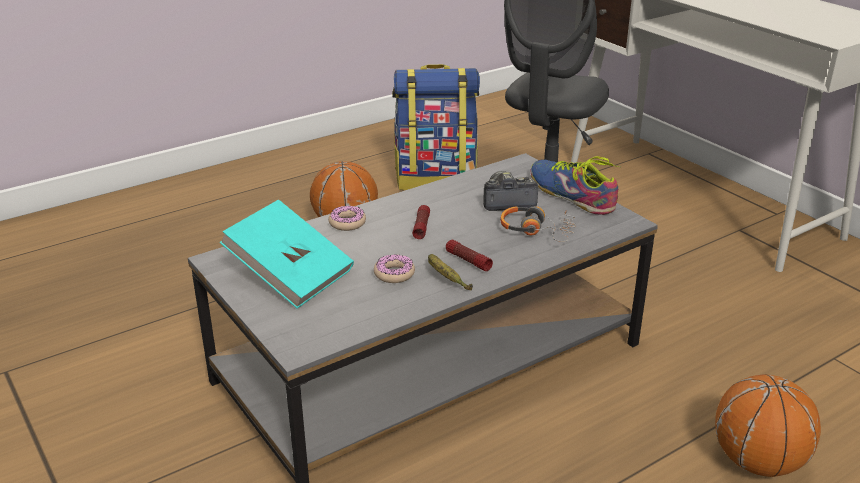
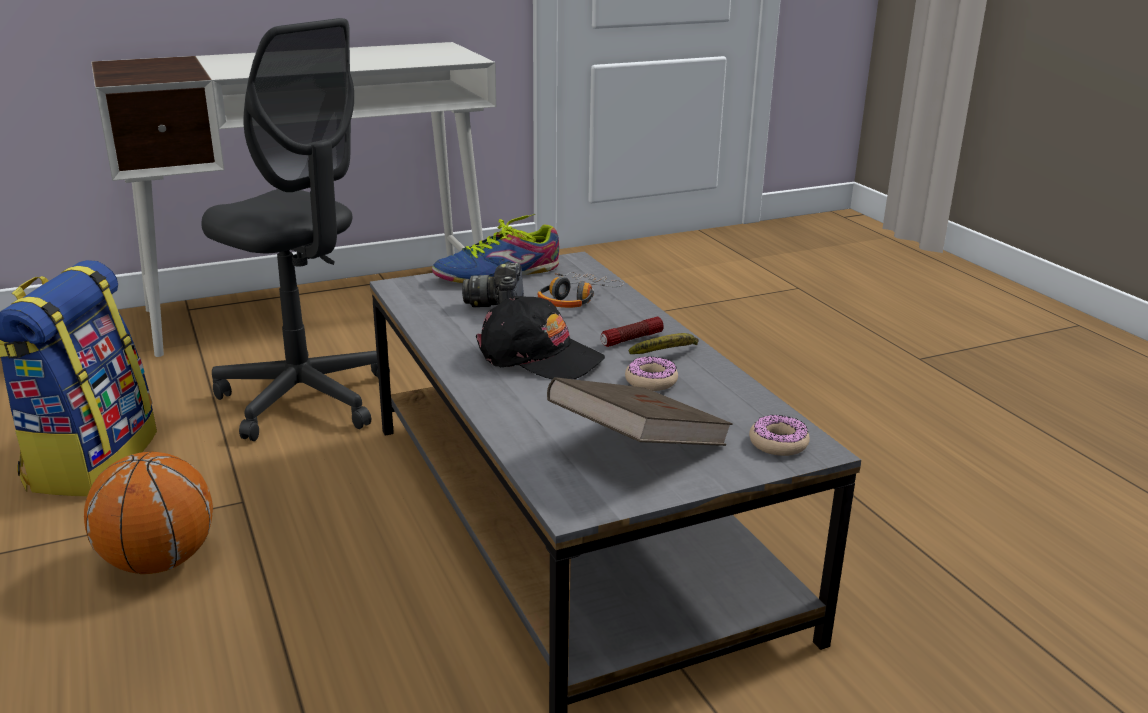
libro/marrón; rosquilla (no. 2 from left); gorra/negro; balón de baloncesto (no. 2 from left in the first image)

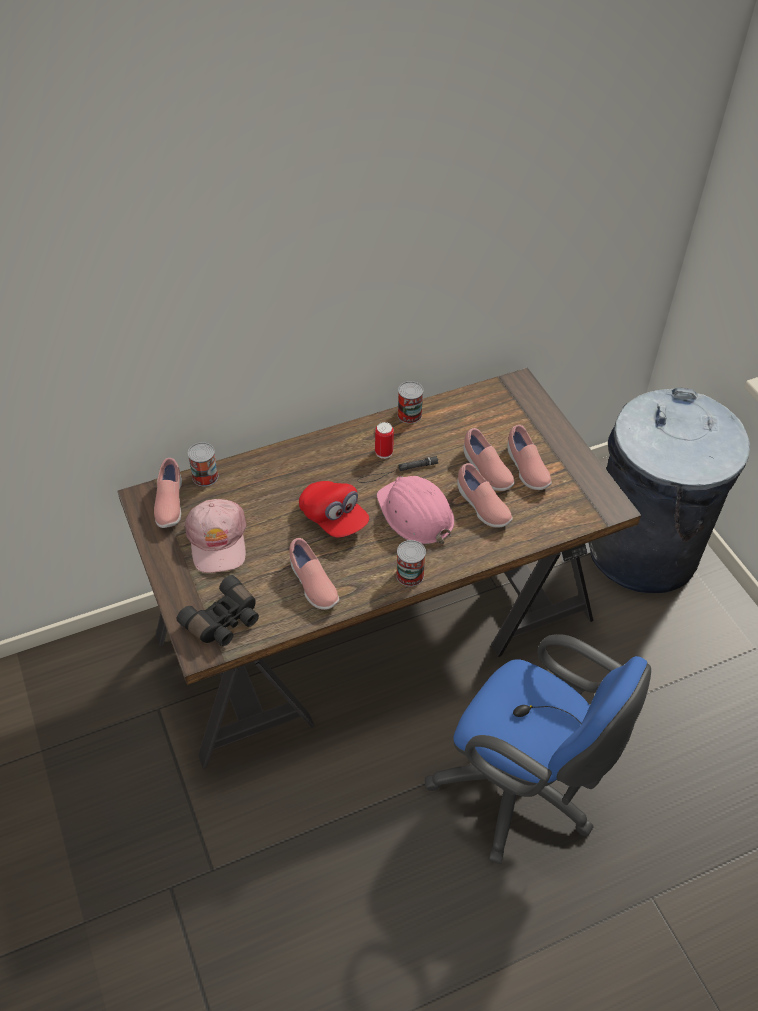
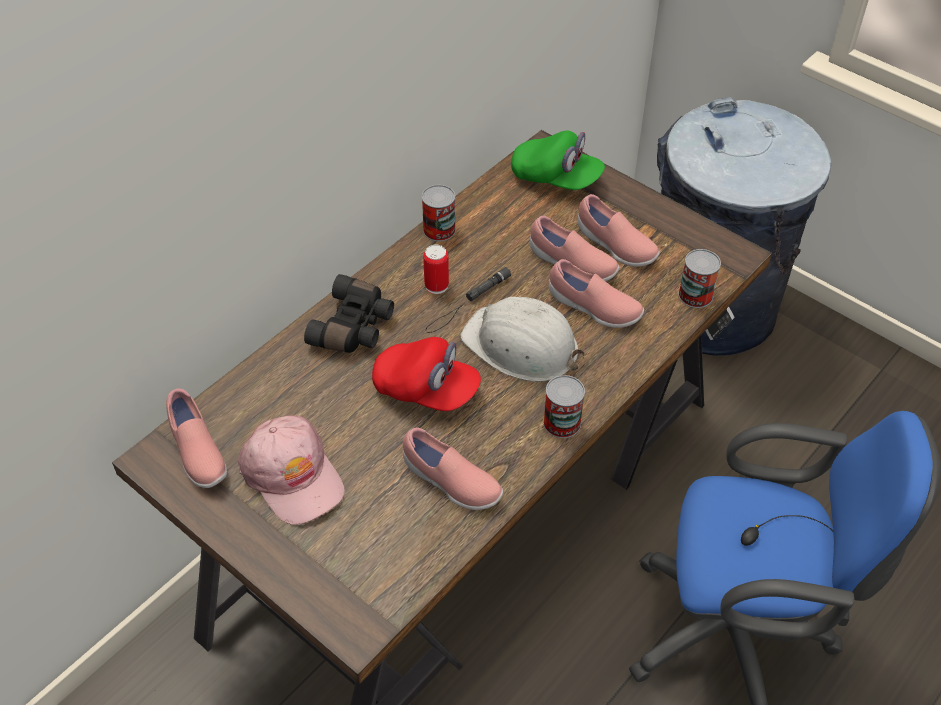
prismáticos/negro; lata (no. 4 from left); casco/blanco; gorra/verde

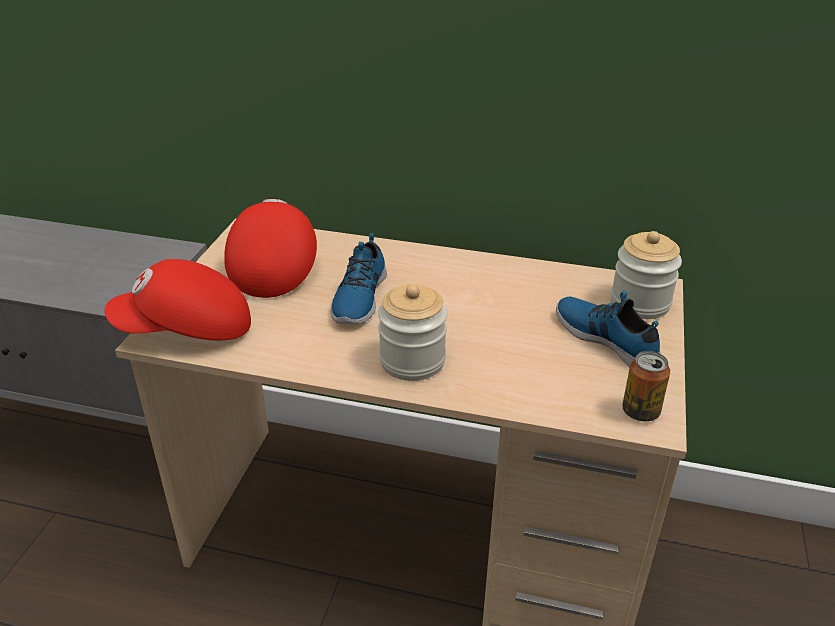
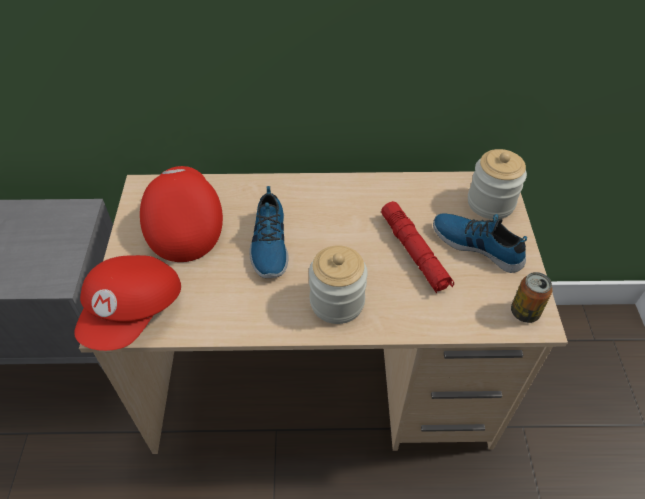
gorra/rojo (no. 1 from left); linterna/rojo

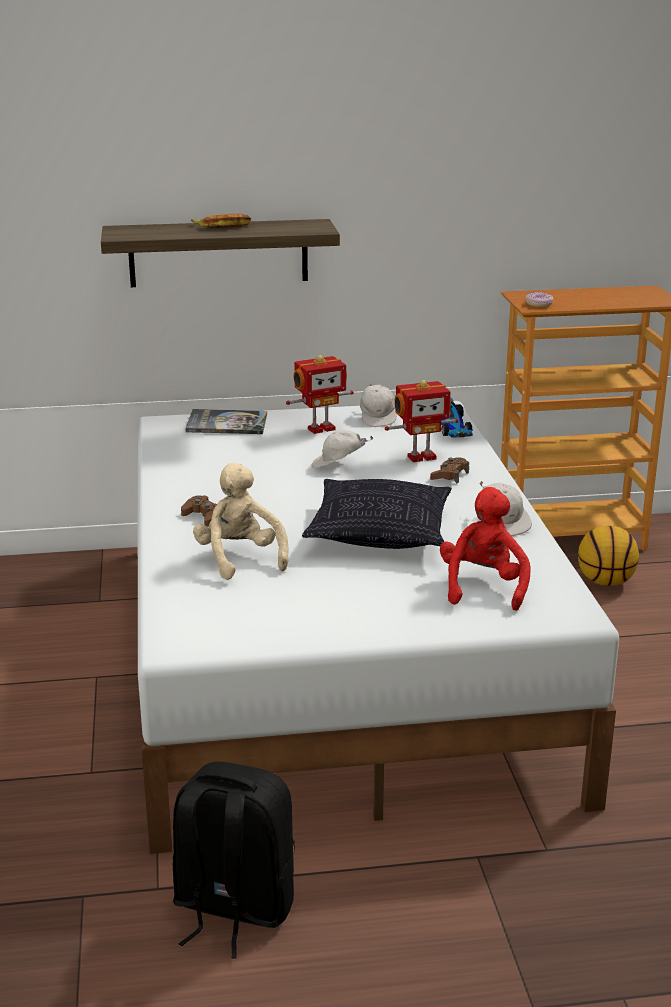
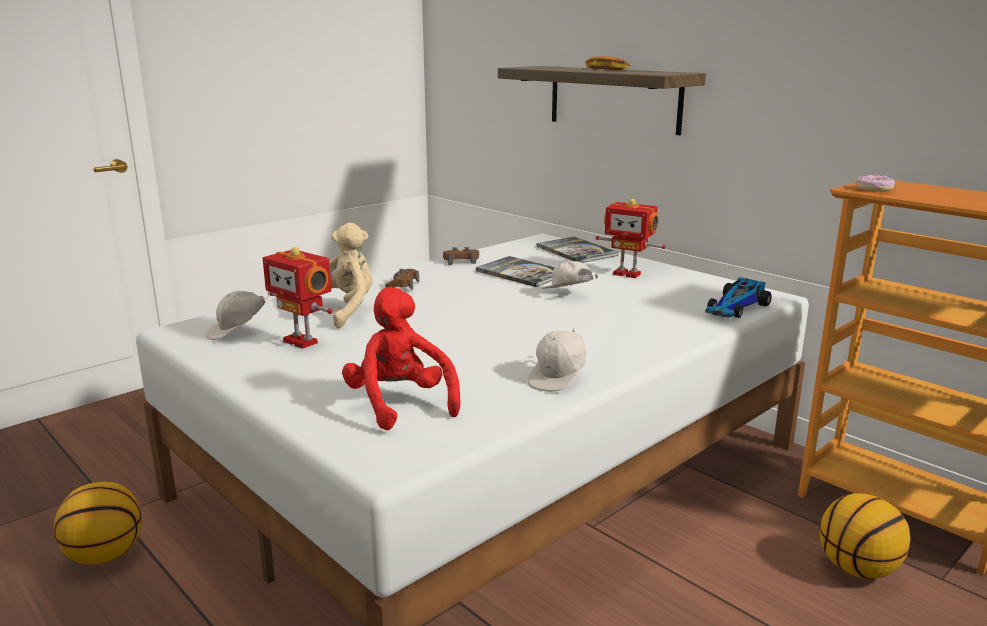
balón de baloncesto (no. 1 from left); cojín; gorra/blanco (no. 1 from left); robot de juguete (no. 1 from left); mando de consola/marrón (no. 2 from left); peluche/rojo; libro (no. 1 from left)

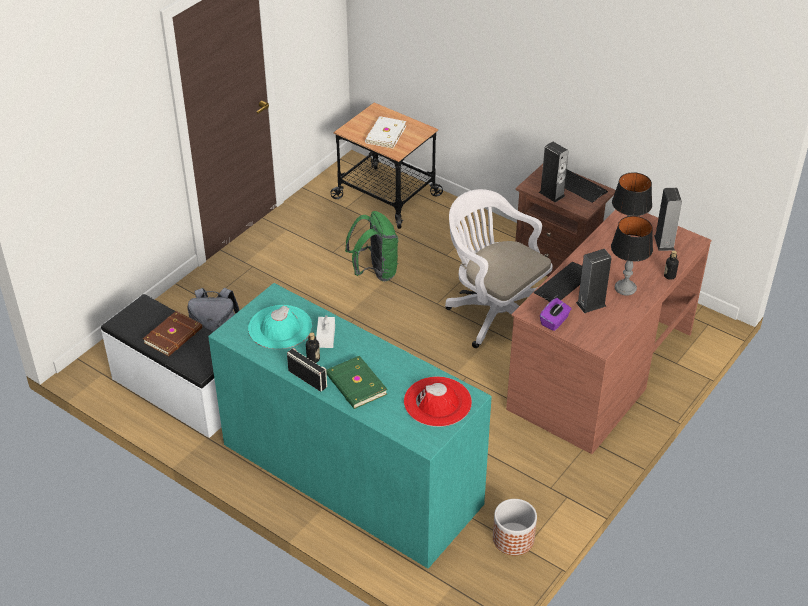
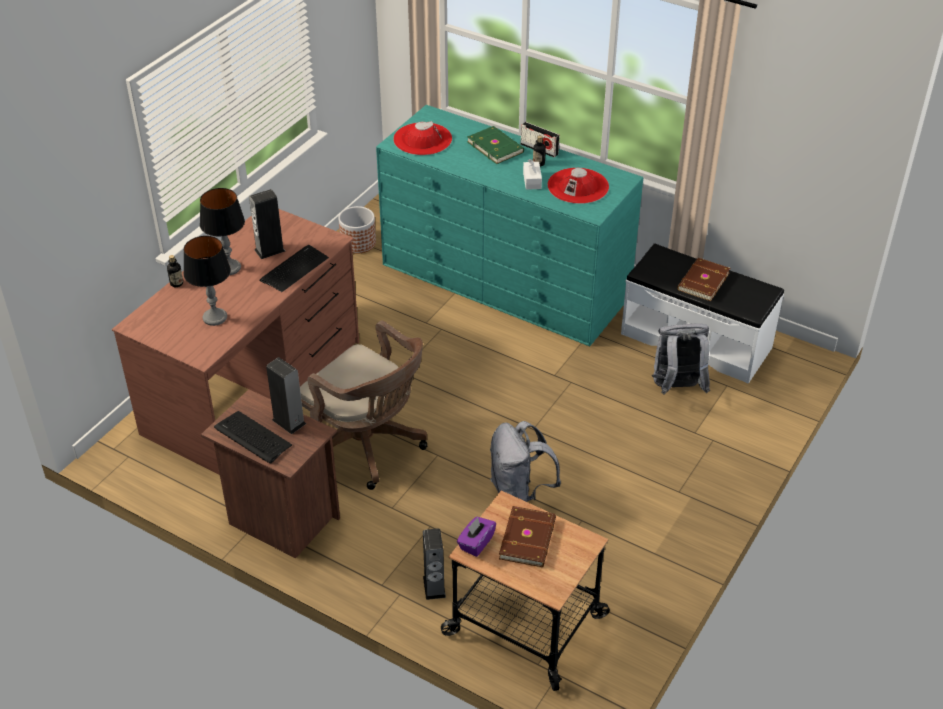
sombrero/rojo (no. 2 from left); mochila/gris (no. 1 from left); libro/marrón (no. 1 from left); silla de oficina/marrón; caja de pañuelos/morado; altavoz (no. 3 from left)

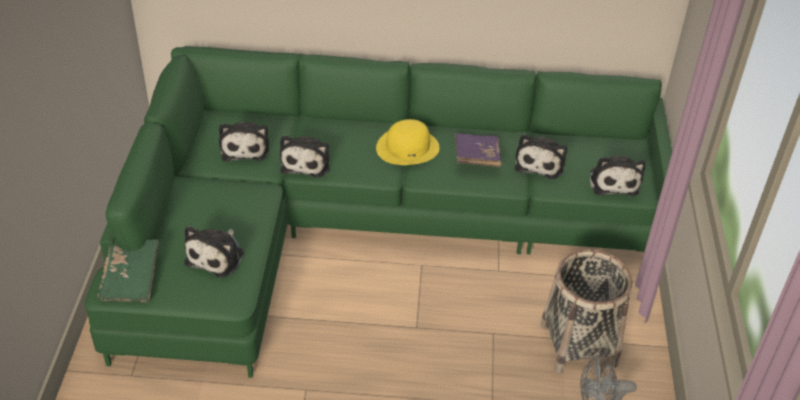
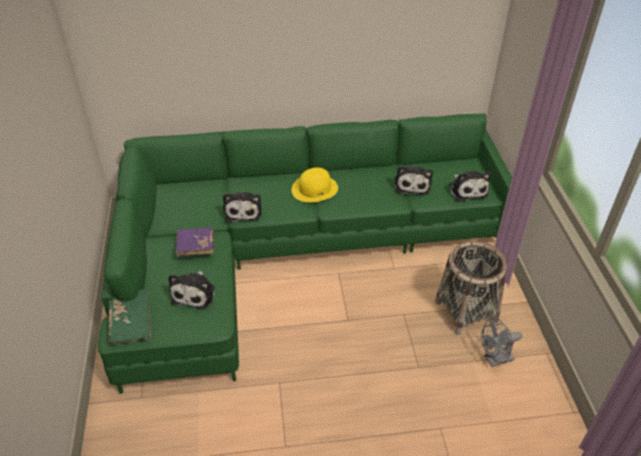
peluche (no. 2 from left in the first image); libro/morado

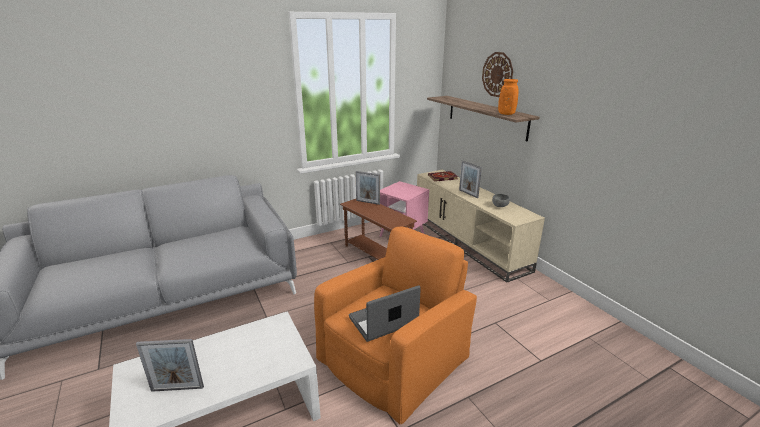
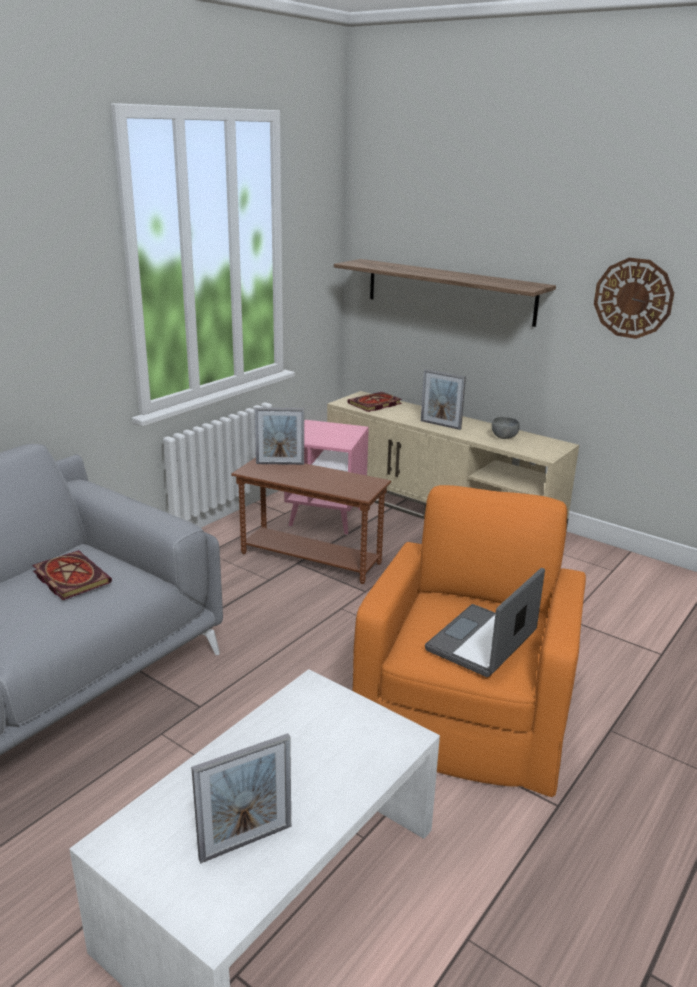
reloj de pared; florero/naranja; libro (no. 1 from left)

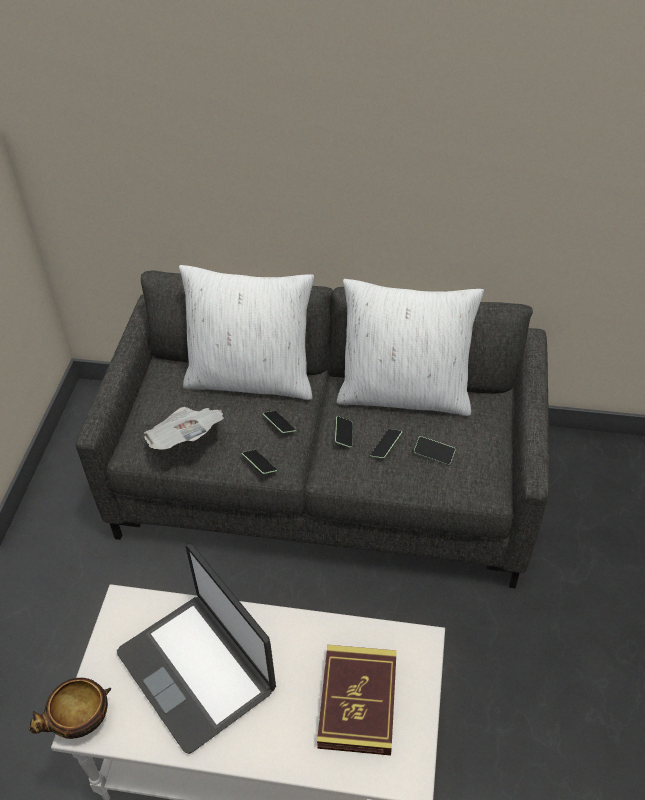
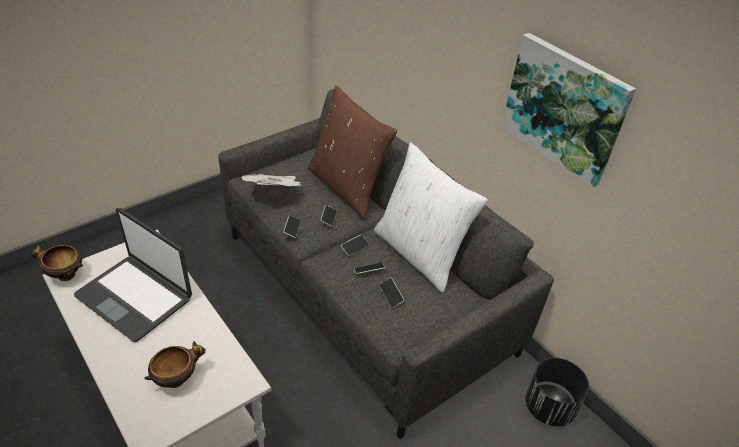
portátil; cojín/marrón; cuenco (no. 2 from left); cuadro; maceta/negro

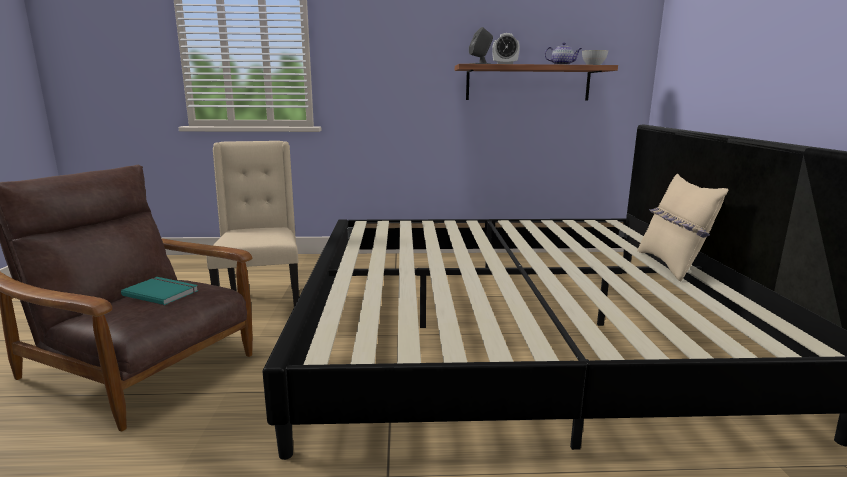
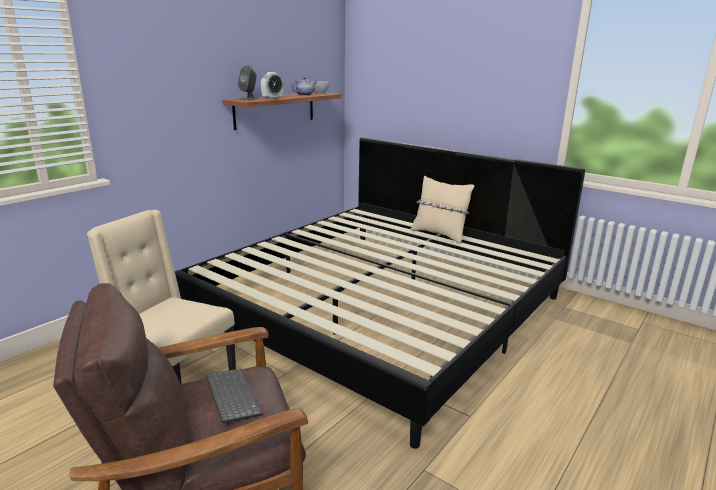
teclado

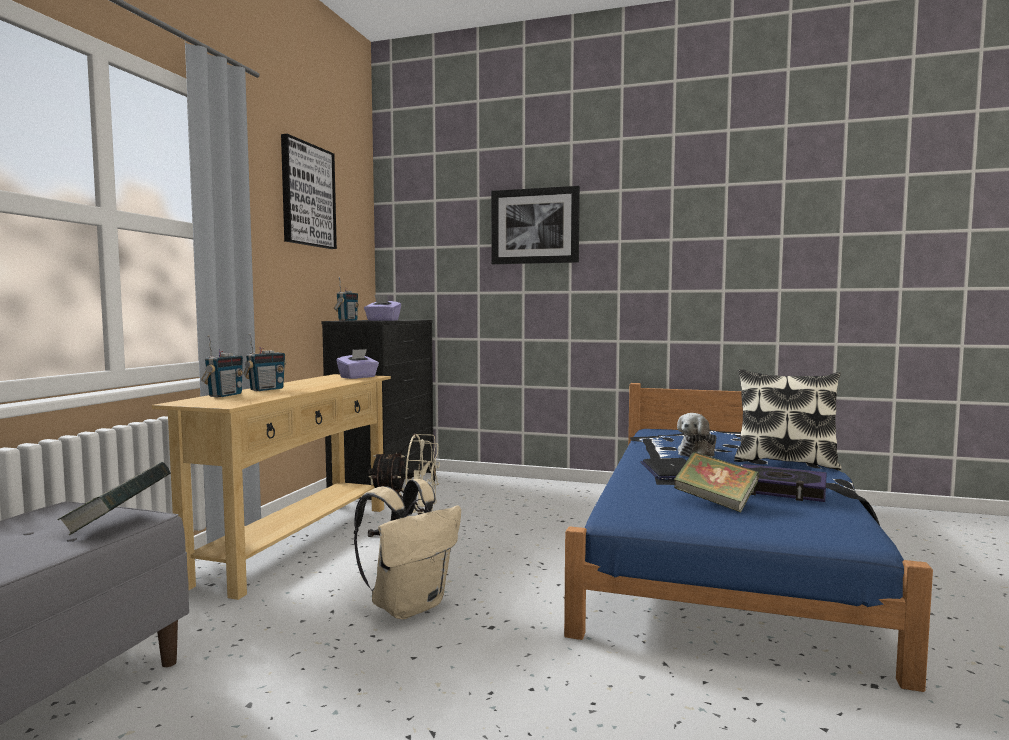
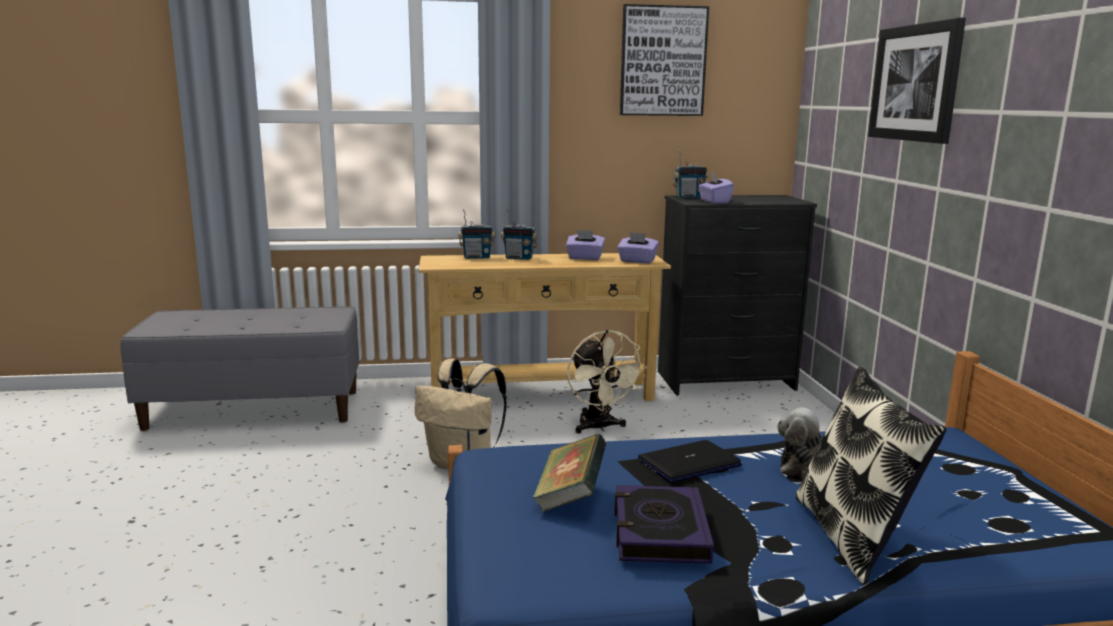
libro (no. 1 from left in the first image); caja de pañuelos/morado (no. 1 from left)

